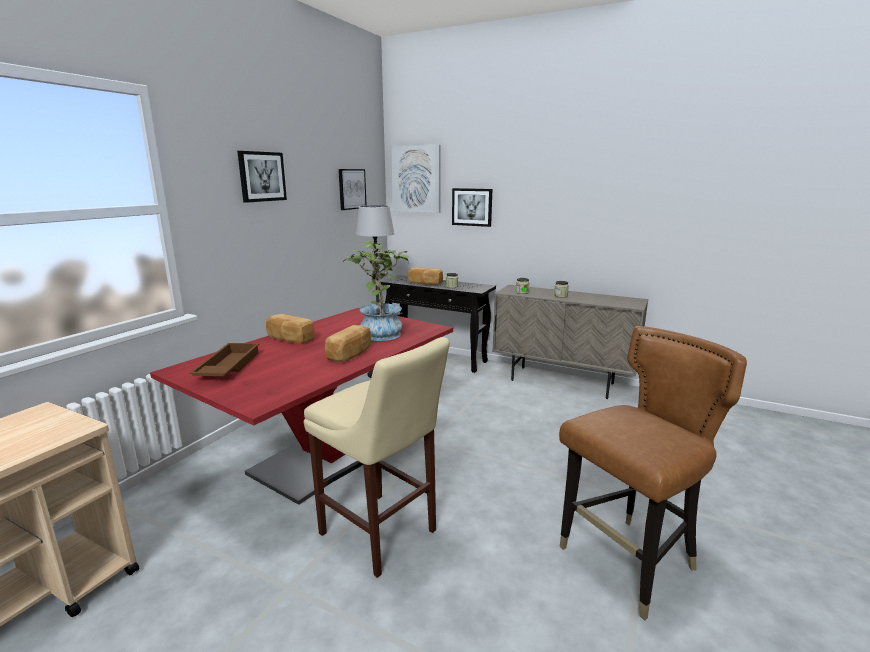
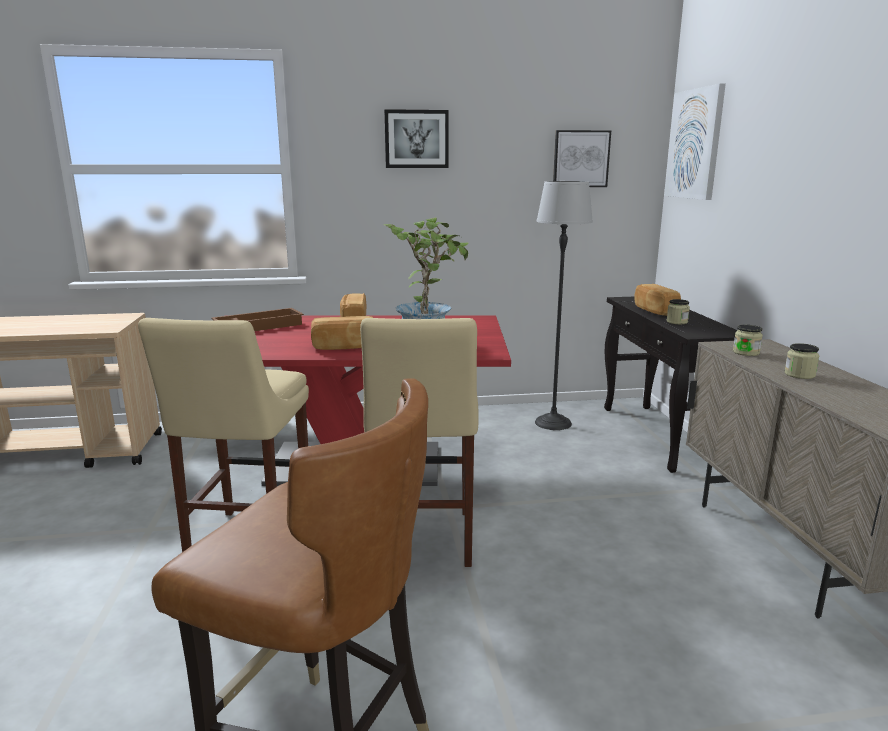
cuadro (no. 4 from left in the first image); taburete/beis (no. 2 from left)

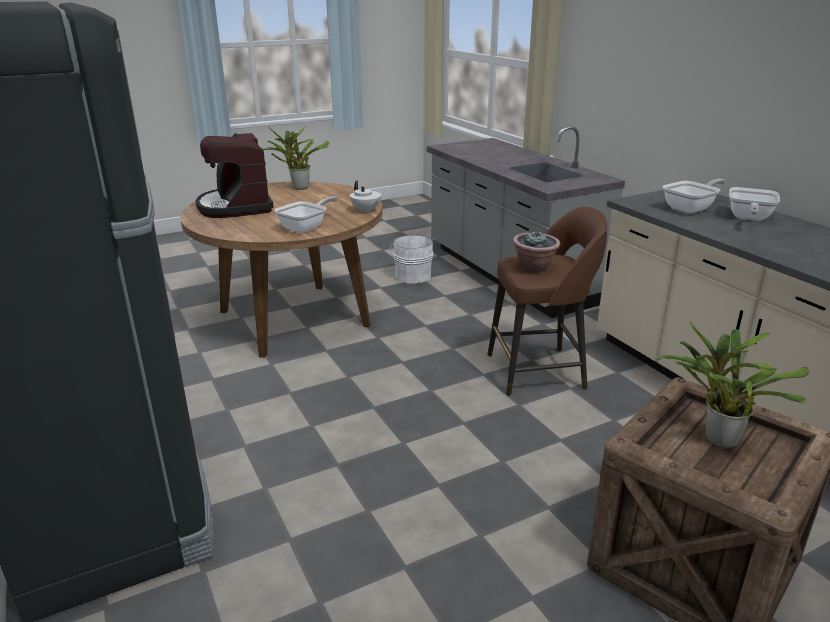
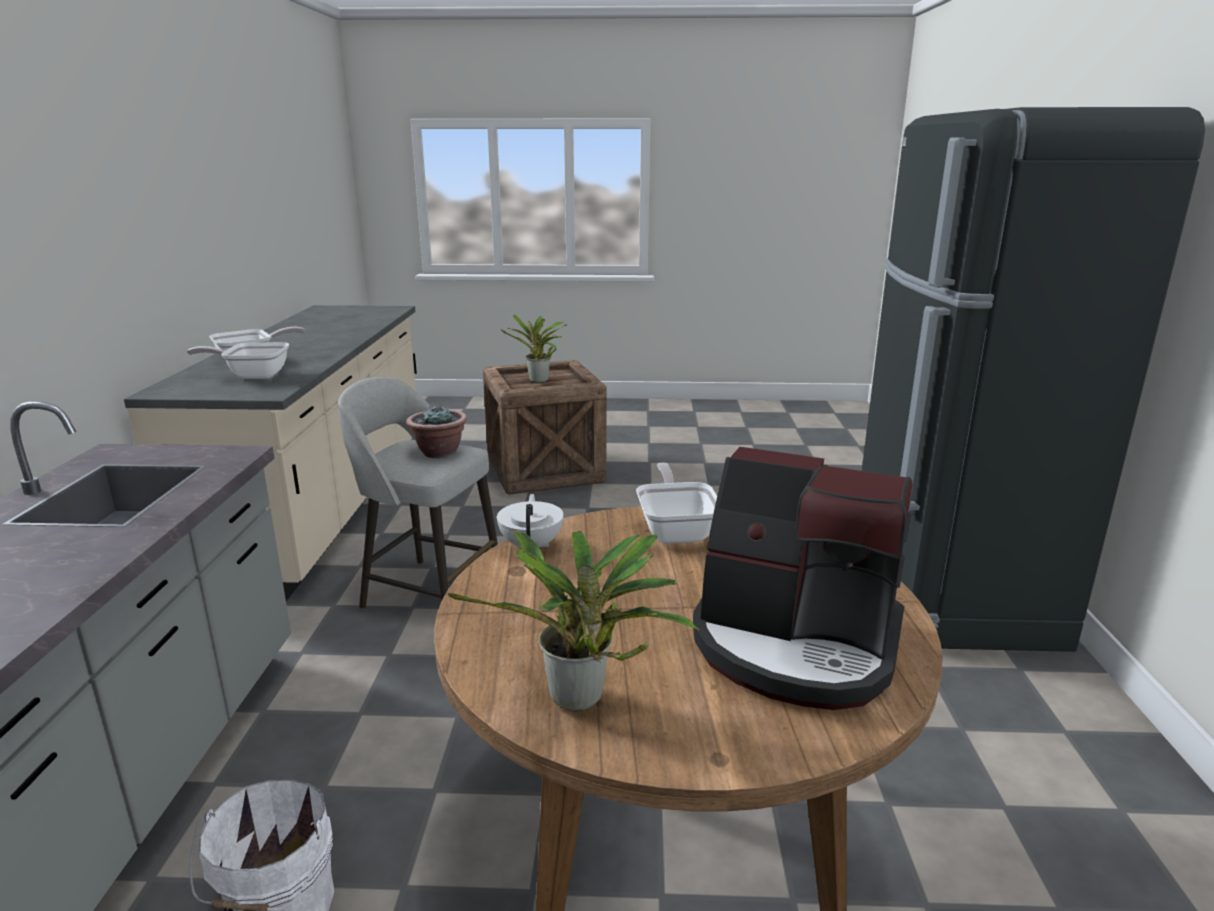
cafetera; sartén (no. 3 from left); taburete/gris

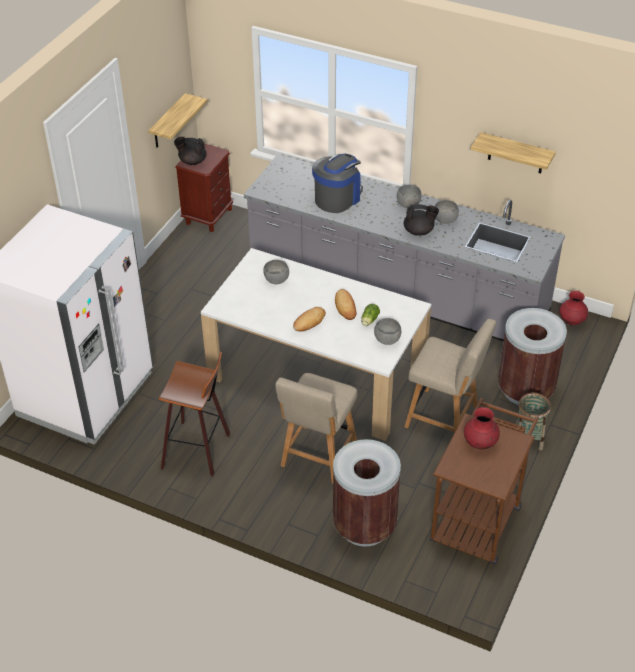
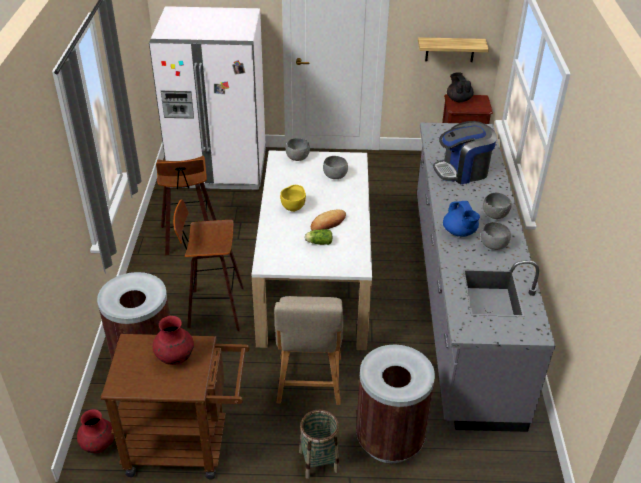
taburete (no. 2 from left); cuenco/amarillo; cafetera; cuenco/gris (no. 1 from left); tetera/azul; estante (no. 2 from left in the first image); florero/rojo (no. 1 from left)

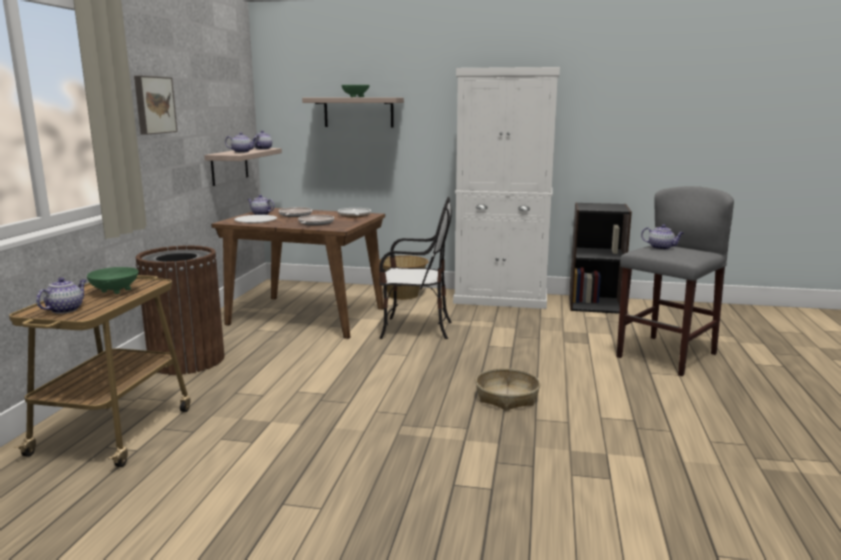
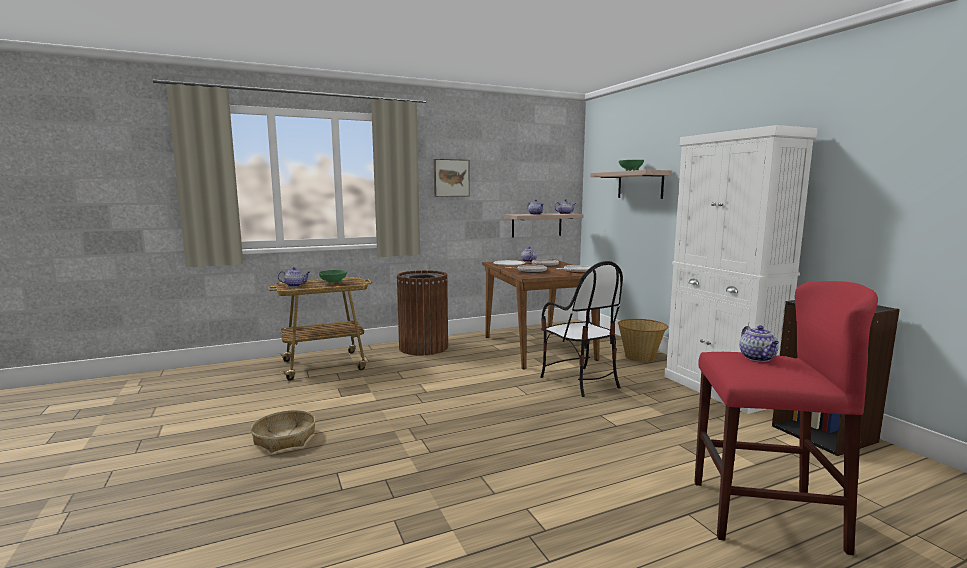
cesta (no. 1 from left); taburete/rojo

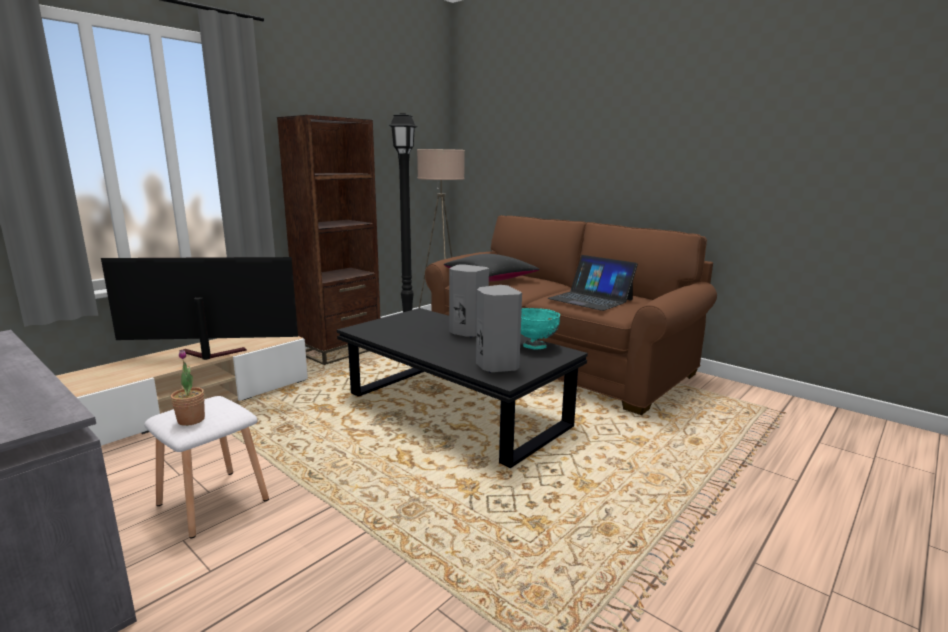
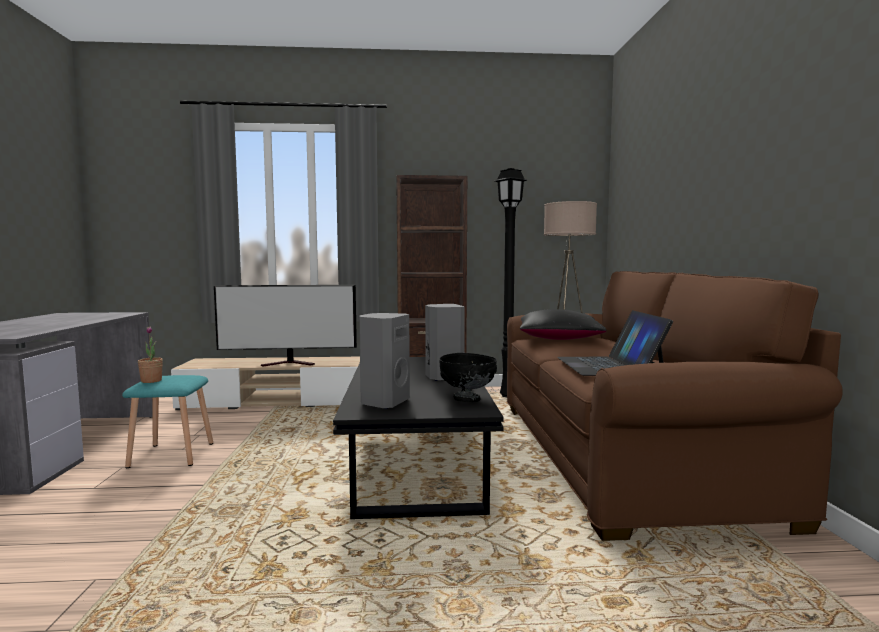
televisor; taburete/turquesa; cuenco/negro

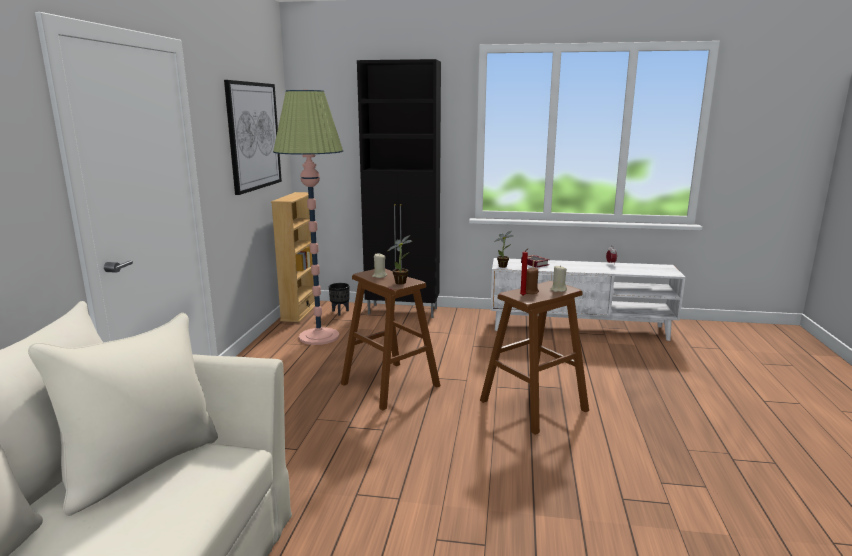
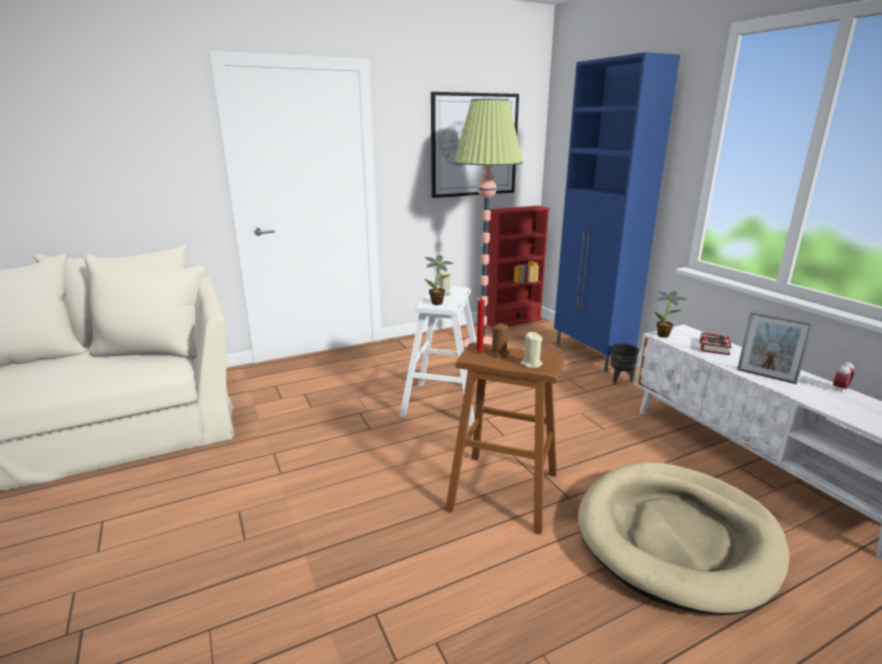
estantería/rojo; maceta/negro; taburete/blanco; armario/azul; cama para perro/beis; portarretratos

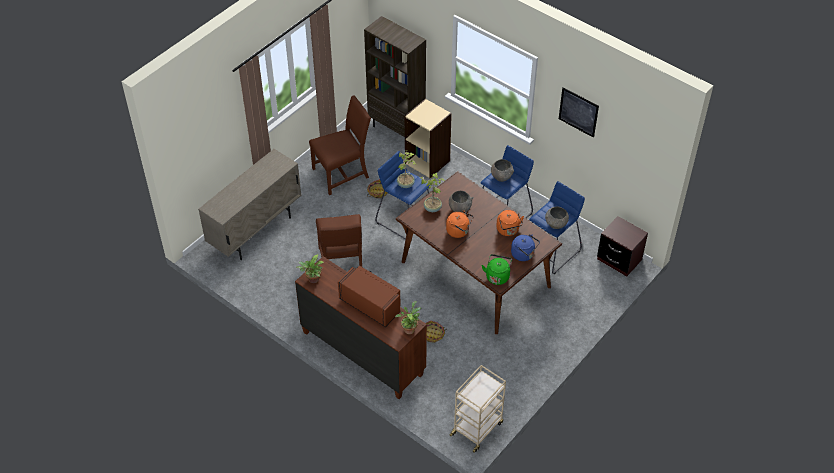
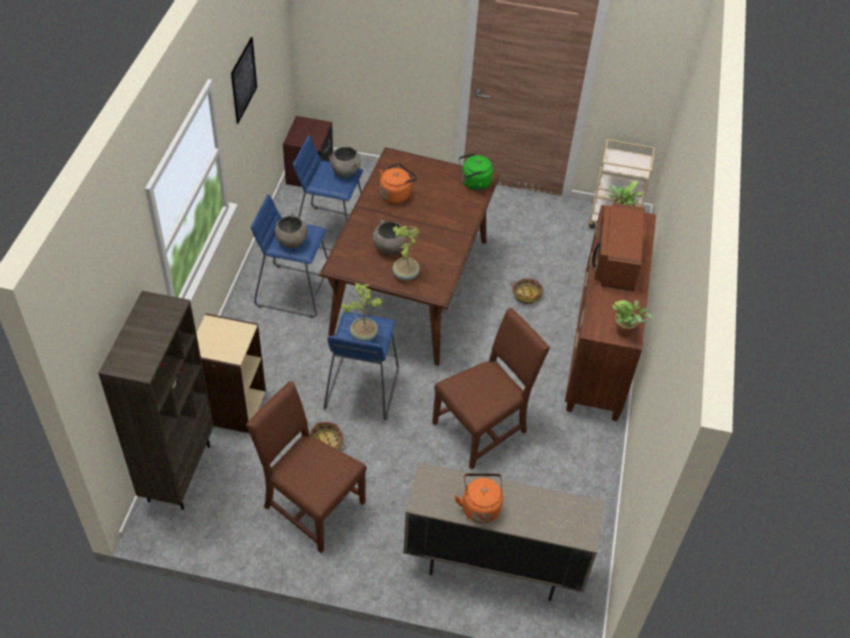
hervidor/naranja (no. 2 from left); hervidor/azul

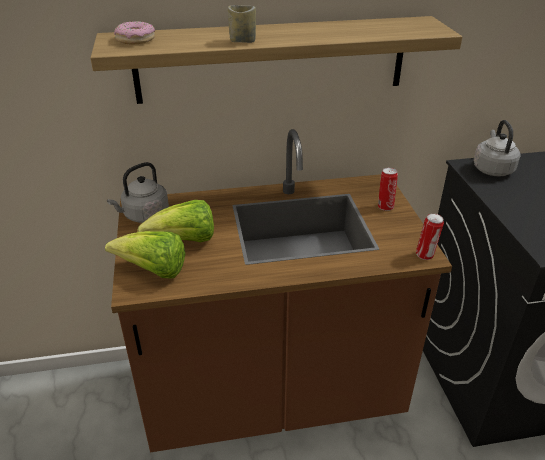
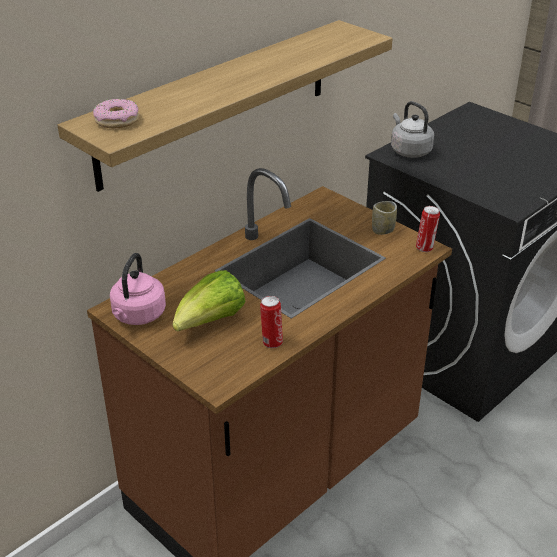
lechuga (no. 1 from left in the first image); hervidor/rosa; taza; lata (no. 1 from left)

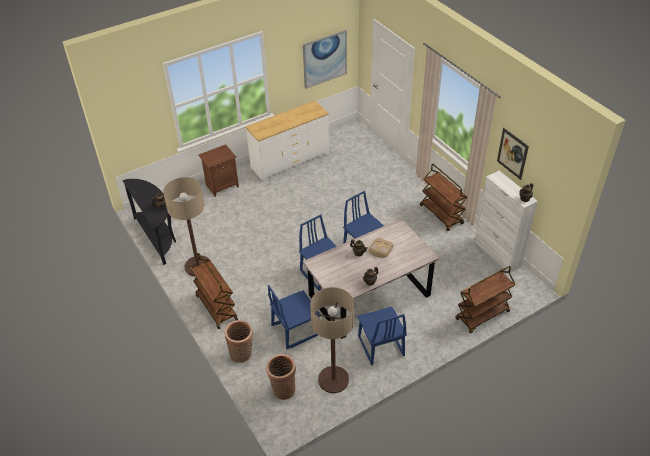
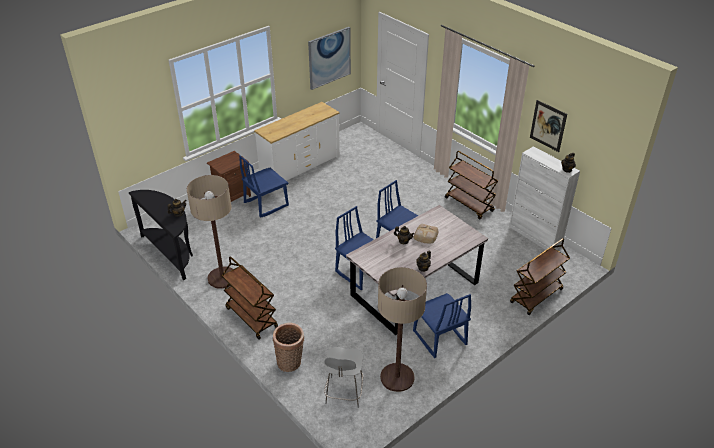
taburete/gris; silla/azul (no. 1 from left)

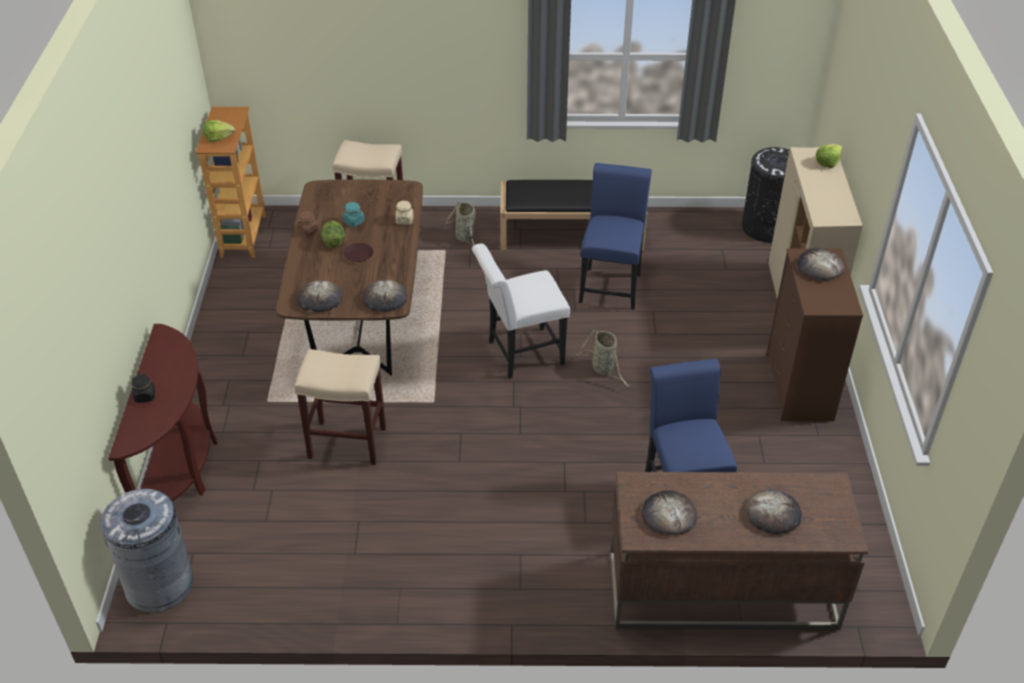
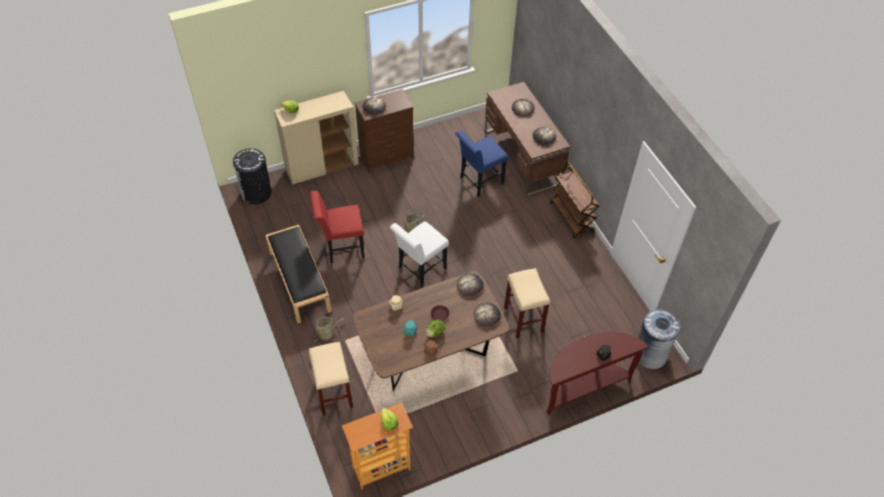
silla/blanco; silla/rojo; carrito/marrón

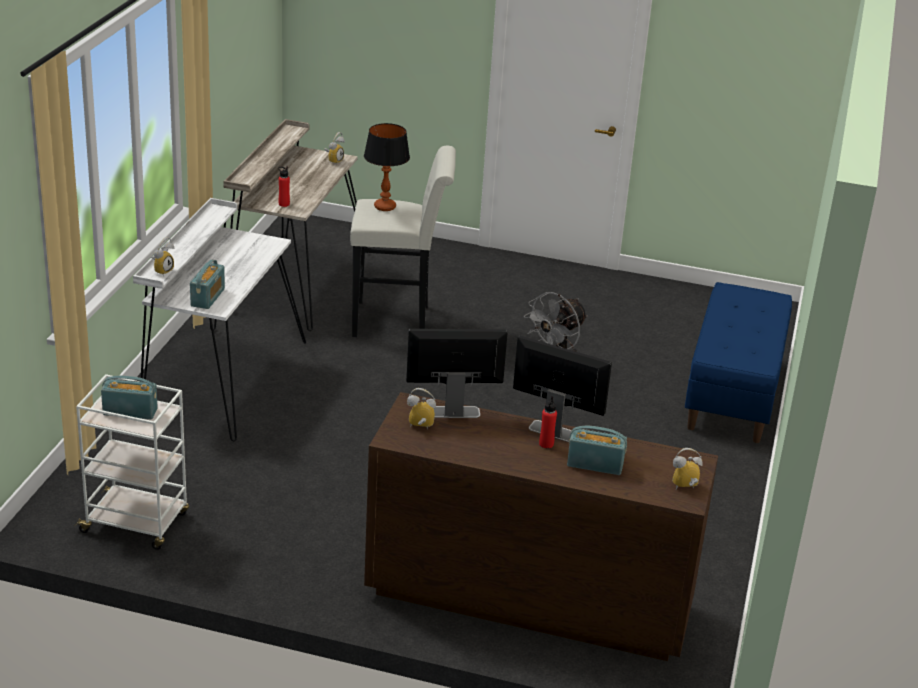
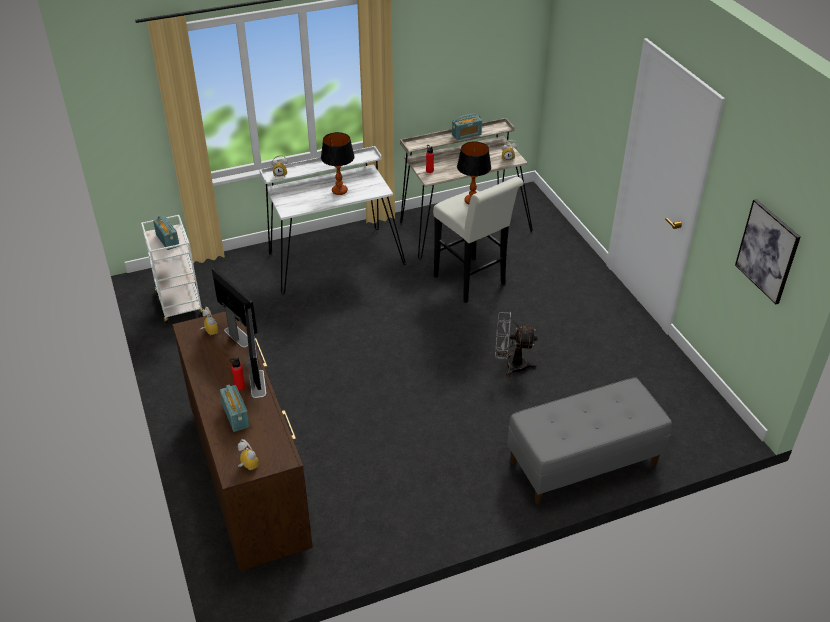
radio (no. 3 from left); banco/gris; lámpara de mesa (no. 1 from left); cuadro

